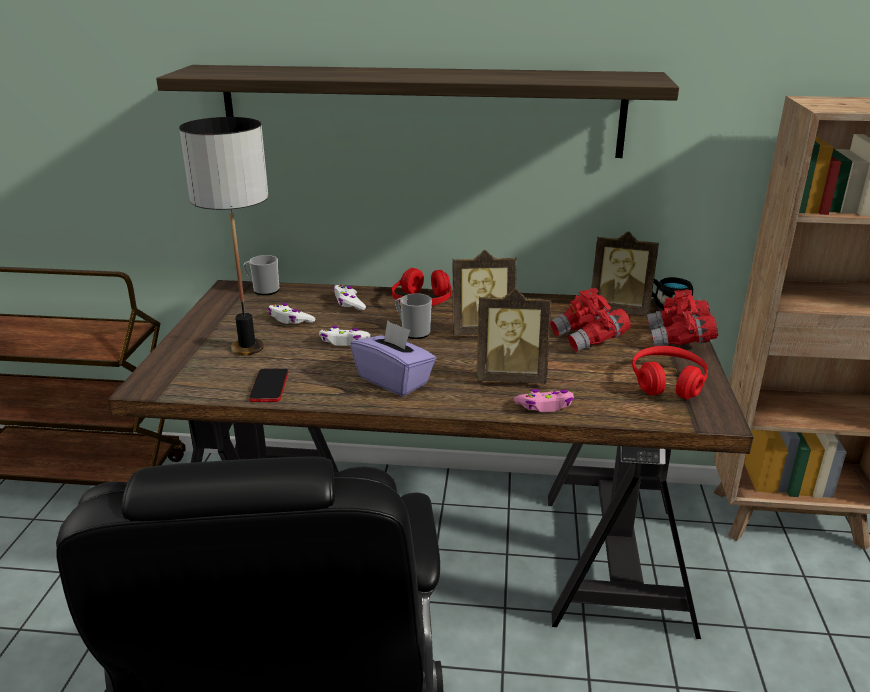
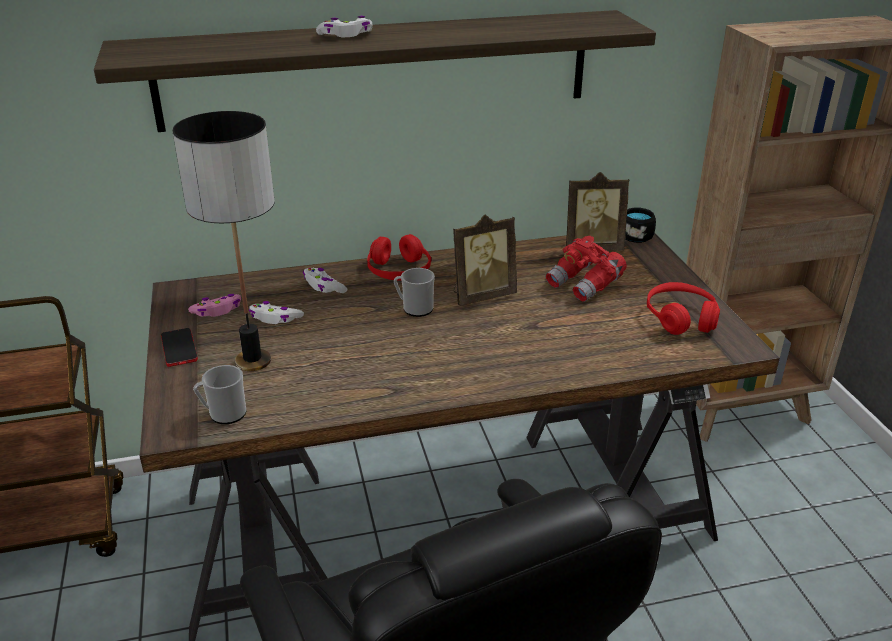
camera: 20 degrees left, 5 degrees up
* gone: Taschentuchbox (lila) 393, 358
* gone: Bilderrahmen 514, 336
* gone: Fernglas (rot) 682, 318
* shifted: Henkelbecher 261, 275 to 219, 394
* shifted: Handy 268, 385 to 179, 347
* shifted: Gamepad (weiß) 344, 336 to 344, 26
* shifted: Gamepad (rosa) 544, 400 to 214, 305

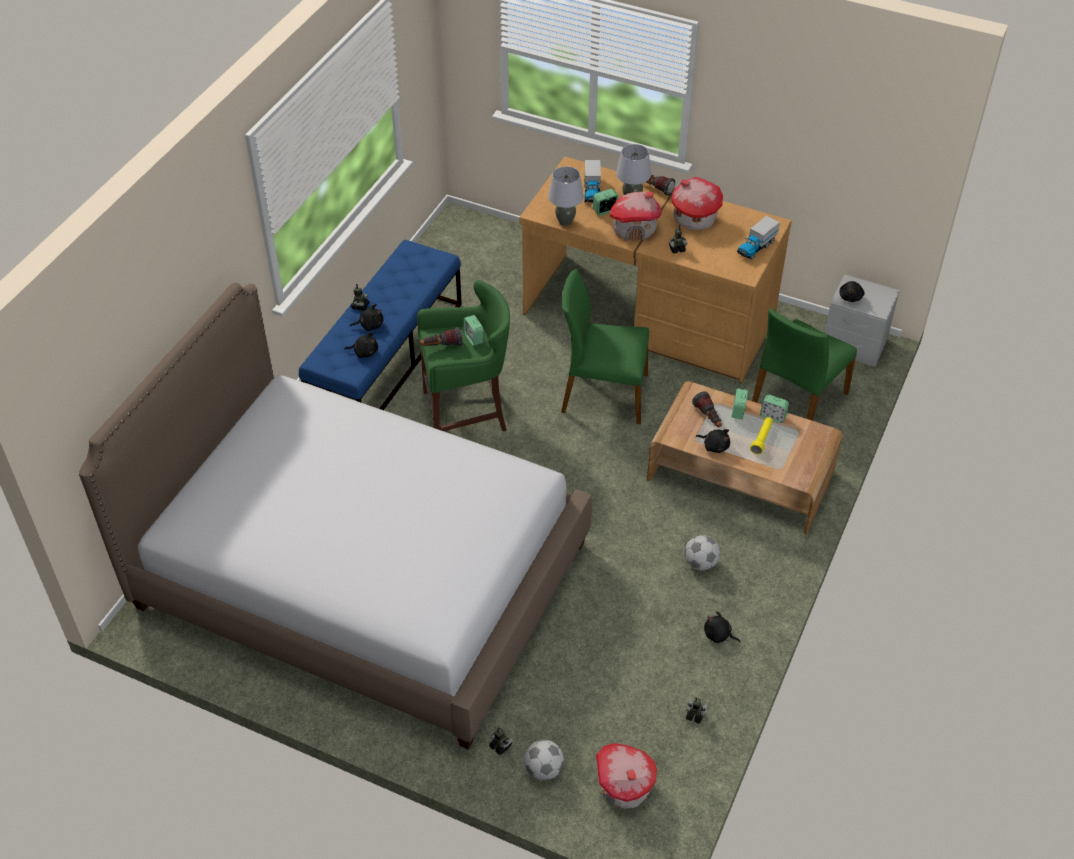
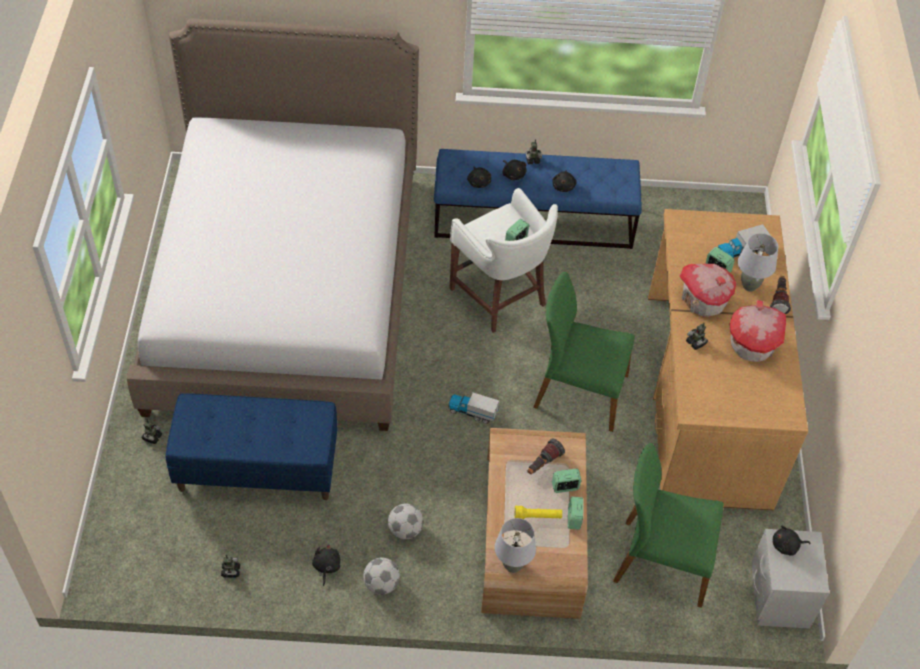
camera: 65 degrees right, 5 degrees up
* gone: Taschenlampe 441, 336
* gone: Spielzeughaus 626, 775
* new: Bank (blau) 251, 446
* shifted: Fußball 544, 760 to 381, 576
* shifted: Tischlampe (grau) 566, 196 to 515, 545
* shifted: Plüschtier (schwarz) 713, 441 to 564, 181
* shifted: Spielzeuglaster 758, 238 to 473, 408
* repainted: Hocker (grün) 463, 355 to Hocker (weiß) 503, 260
* rotated: Stuhl (grün) 605, 346 = 584, 352 60 degrees counterclockwise

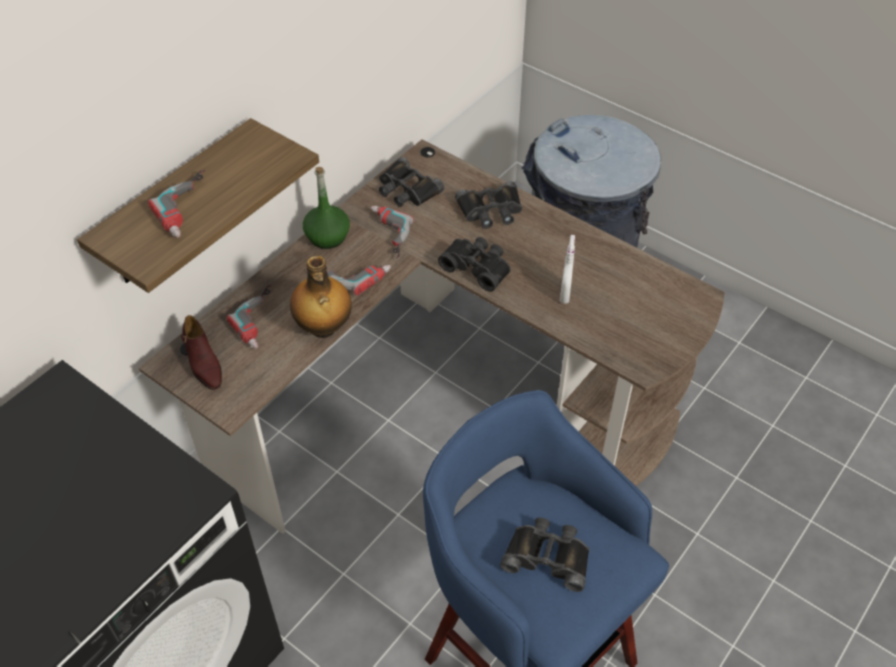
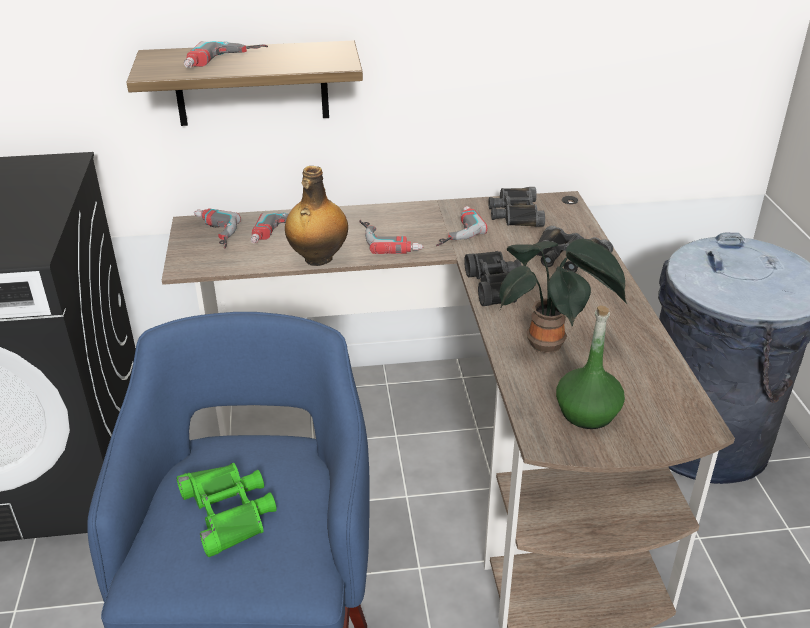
camera: 45 degrees right, 15 degrees down
* shifted: Flasche (grün) 326, 208 to 590, 367
* swapped: Schuh (braun) 201, 352 to Bohrmaschine 217, 228
* swapped: Sprühflasche (weiß) 567, 269 to Topfpflanze 563, 296
* repainted: Fernglas (schwarz) 545, 554 to Fernglas (grün) 227, 510

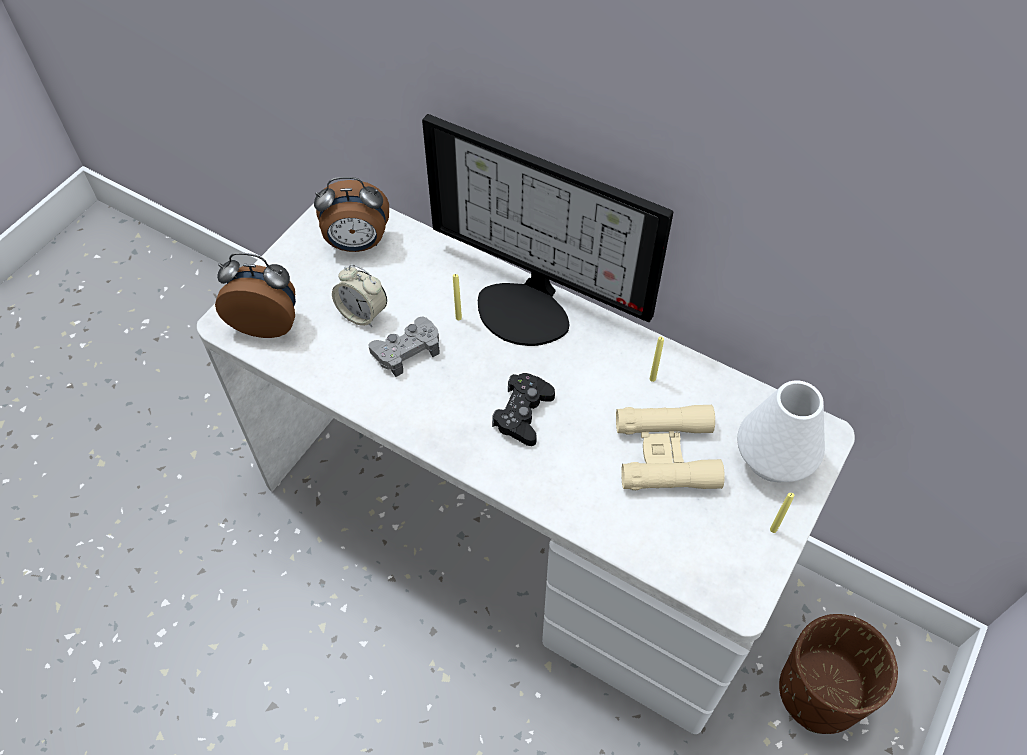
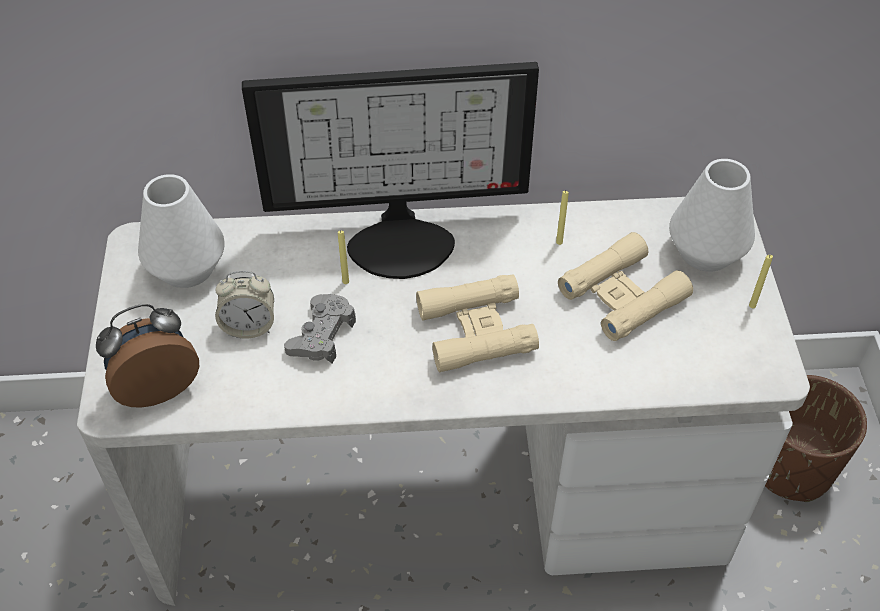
camera: 35 degrees left, 5 degrees down
* swapped: Wecker 351, 214 to Vase (weiß) 181, 231
* swapped: Gamepad (schwarz) 523, 409 to Fernglas (beige) 477, 323

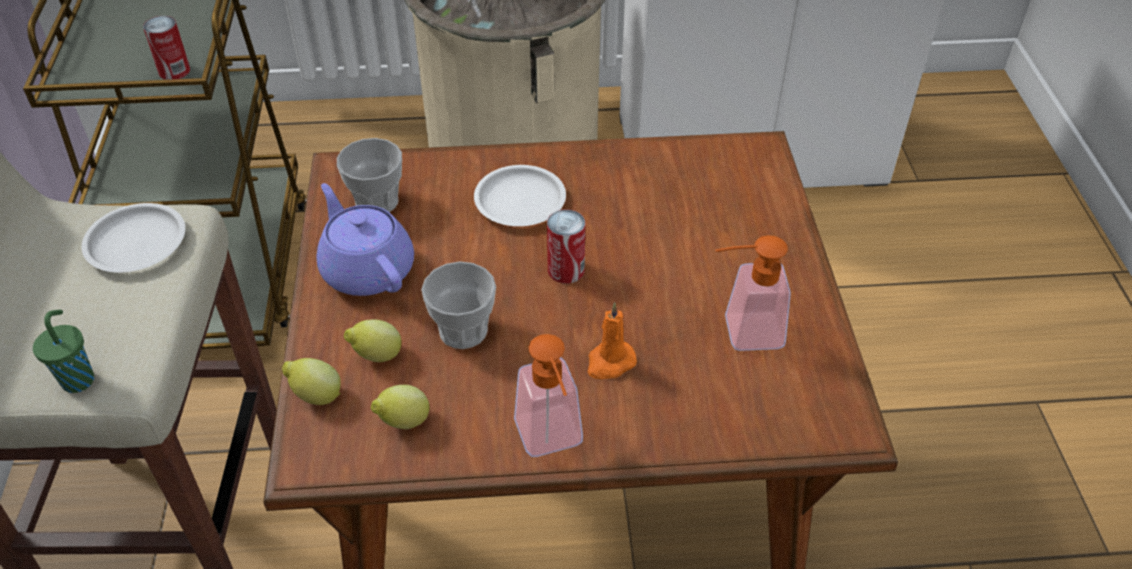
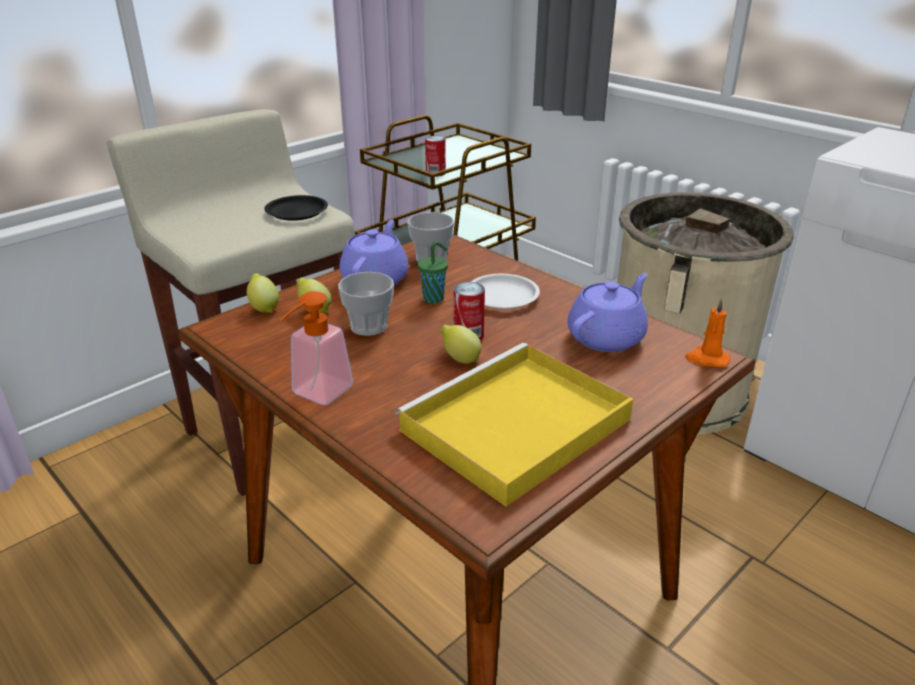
camera: 50 degrees right, 15 degrees down
* new: Teekanne (lila) 607, 312
* shifted: Tasse (grün) 63, 351 to 433, 272
* shifted: Zitrone 400, 407 to 460, 344
* shifted: Kerze (orange) 612, 340 to 707, 332
* swapped: Seifenspender 753, 293 to Tablett (gelb) 515, 424
* repainted: Teller (weiß) 133, 237 to Teller (schwarz) 296, 208

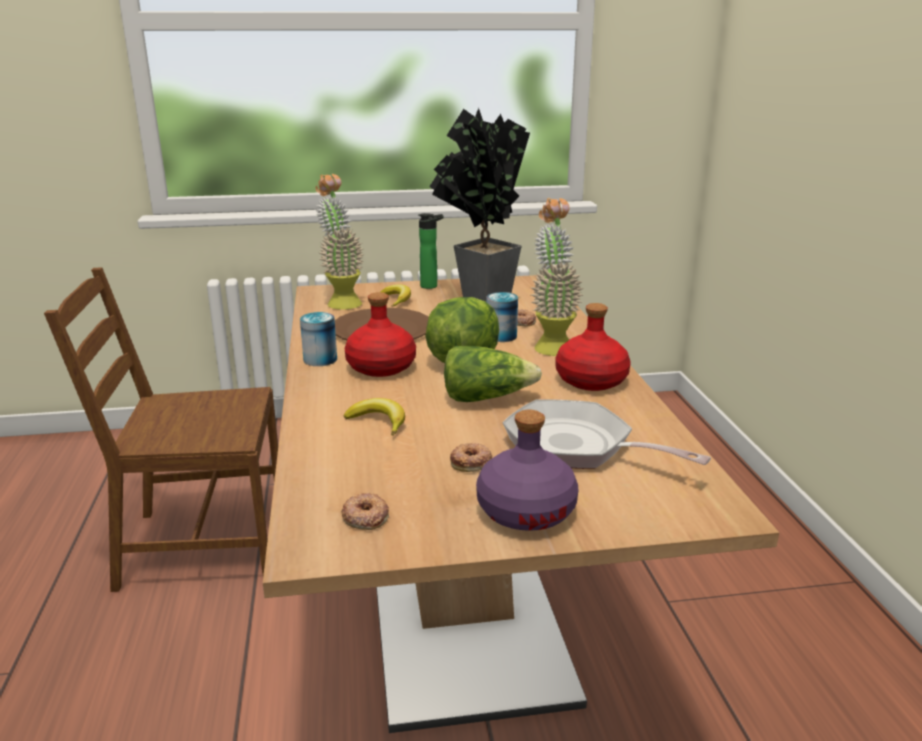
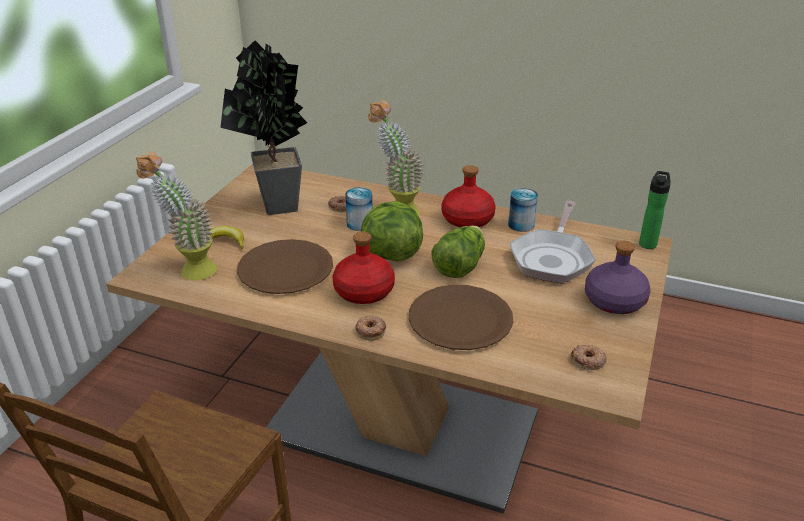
camera: 60 degrees left, 10 degrees up
* shifted: Dose 318, 339 to 523, 210
* shifted: Flasche 431, 251 to 655, 210
* shifted: Donut 471, 457 to 370, 328
* swapped: Banane 374, 417 to Teller (braun) 461, 317
* rotated: Pfanne 607, 434 = 552, 242 45 degrees counterclockwise

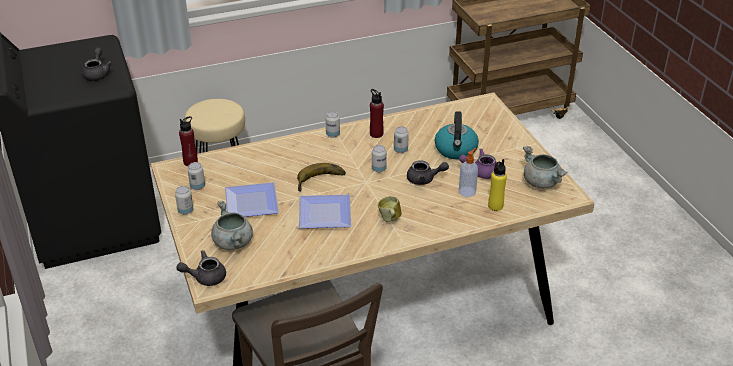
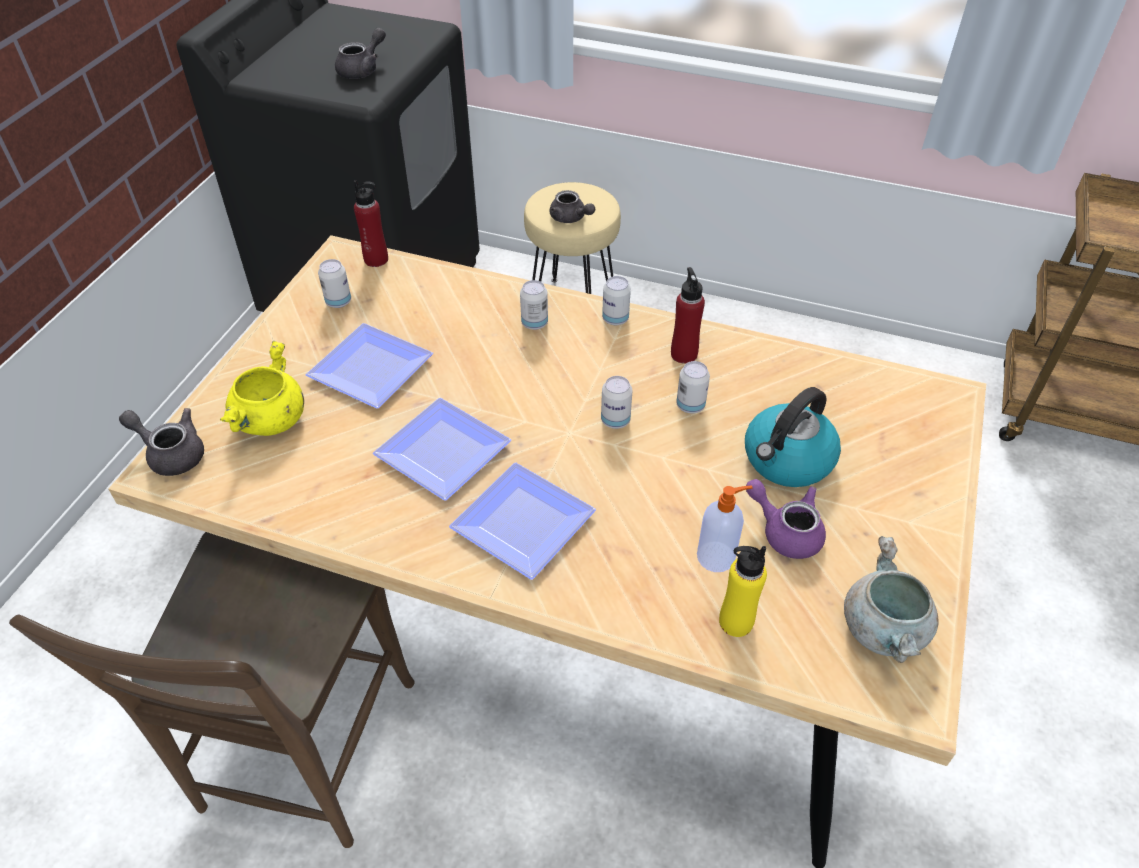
camera: 40 degrees right, 10 degrees up
* gone: Banane 321, 177
* shifted: Dose 184, 200 to 534, 305
* shifted: Teekanne (grau) 428, 172 to 572, 206
* swapped: Henkelbecher 390, 209 to Teller 522, 521
* repainted: Kochtopf (grau) 232, 225 to Kochtopf (gelb) 262, 388

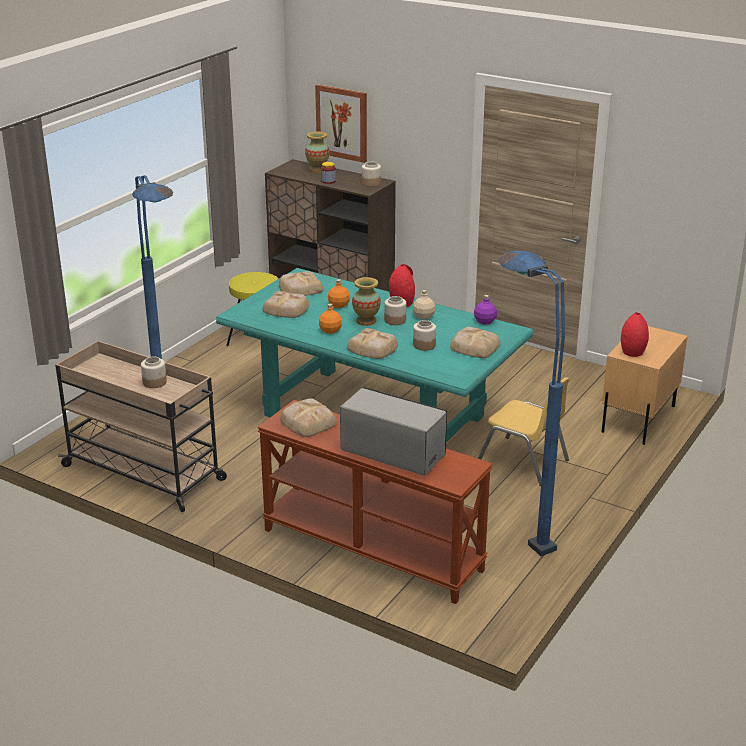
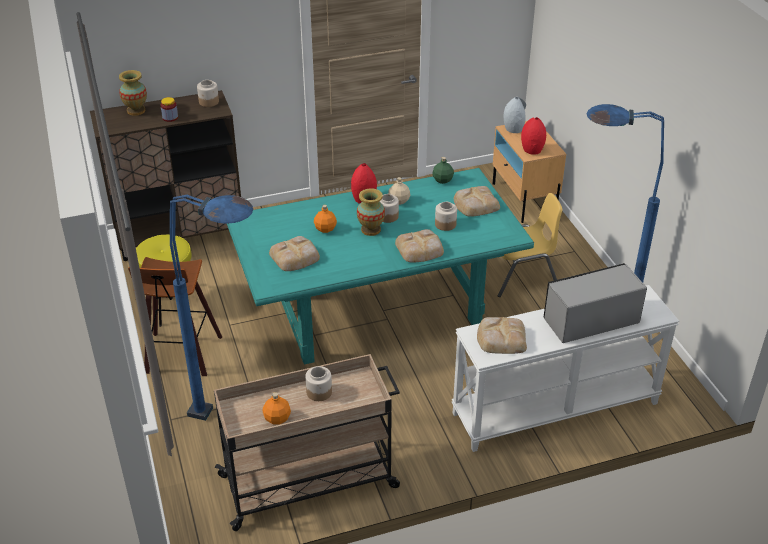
camera: 50 degrees left, 10 degrees up
* gone: Brot 301, 283
* gone: Bild 341, 123
* new: Hocker 175, 316
* new: Vase (grau) 514, 115
* shifted: Flasche (orange) 330, 319 to 277, 408
* repainted: Konsolentisch (braun) 375, 502 to Konsolentisch (weiß) 565, 368
* repainted: Flasche (lila) 485, 310 to Flasche (grün) 443, 170

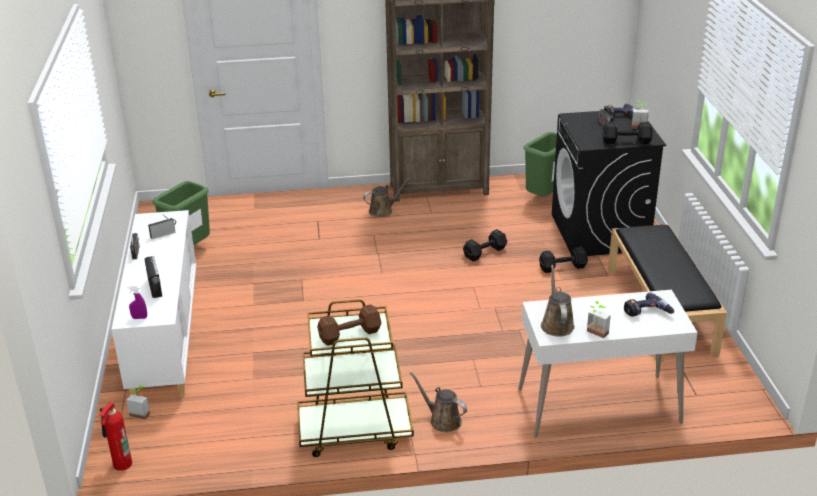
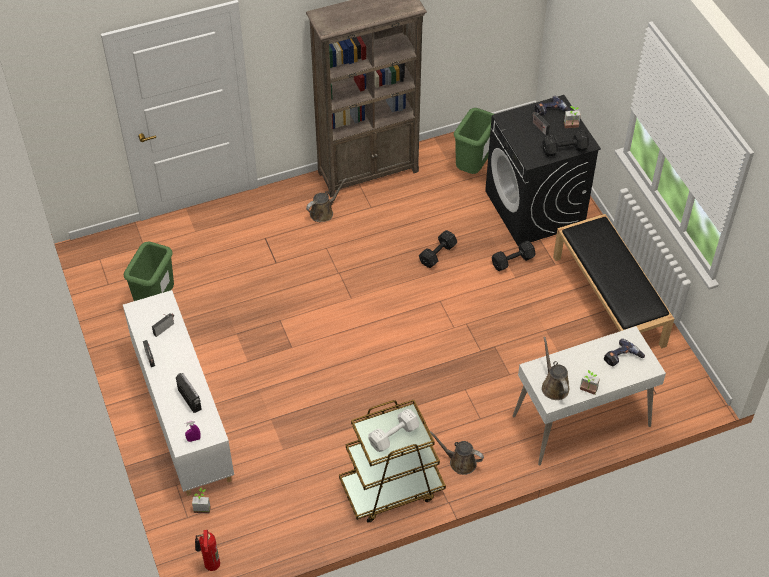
camera: 15 degrees left, 20 degrees up
* repainted: Hantel (braun) 349, 325 to Hantel (weiß) 393, 430

